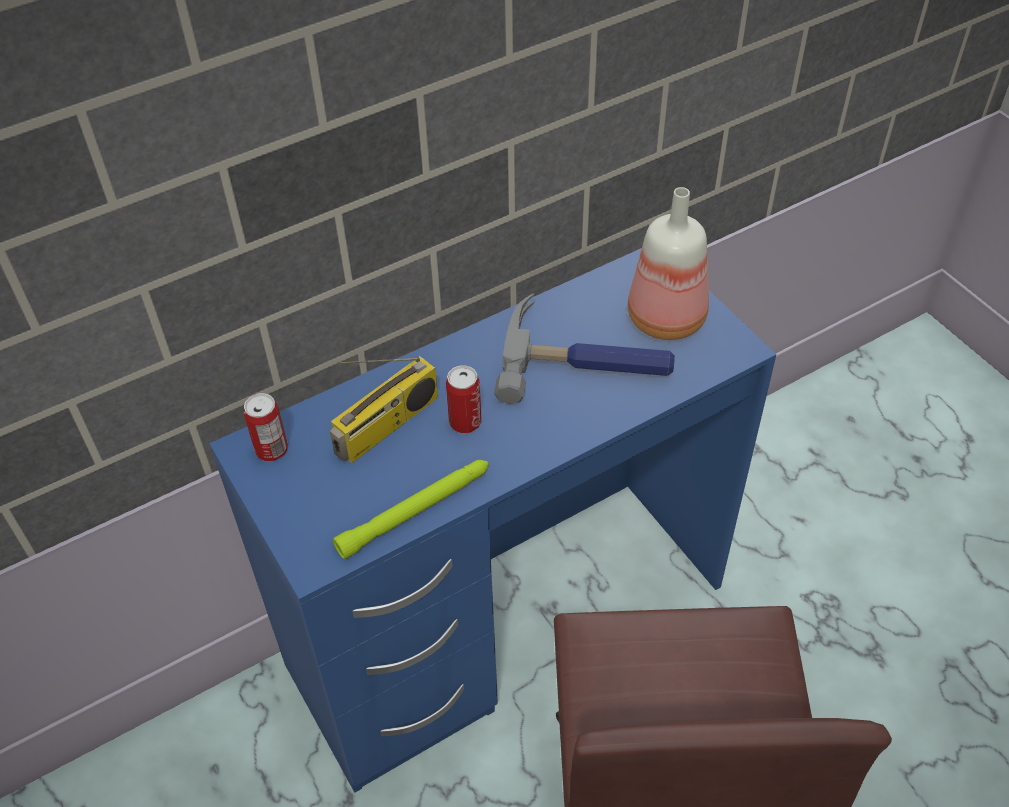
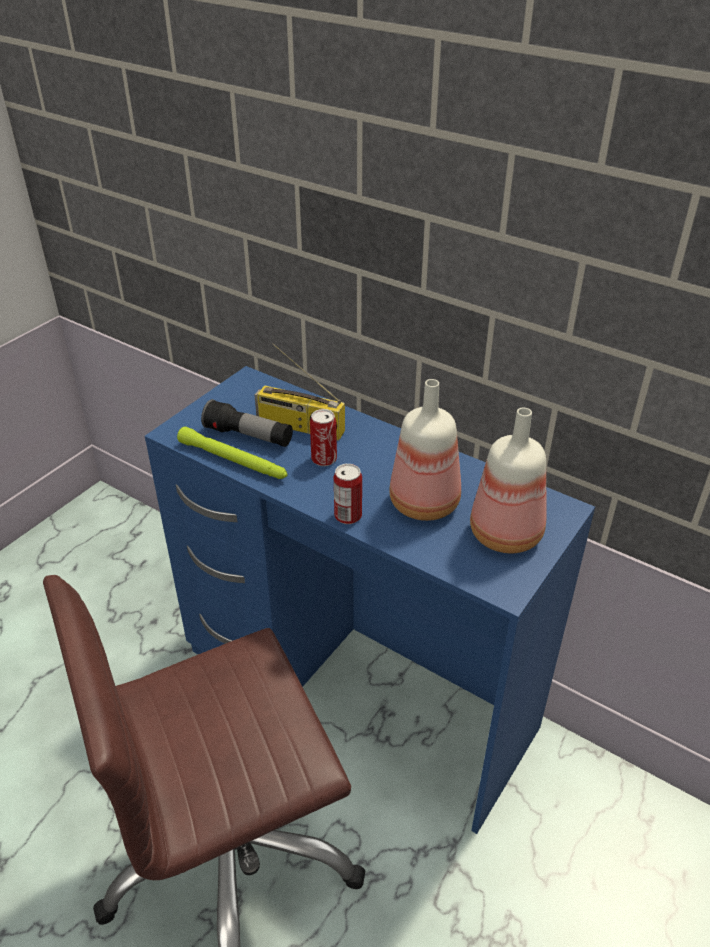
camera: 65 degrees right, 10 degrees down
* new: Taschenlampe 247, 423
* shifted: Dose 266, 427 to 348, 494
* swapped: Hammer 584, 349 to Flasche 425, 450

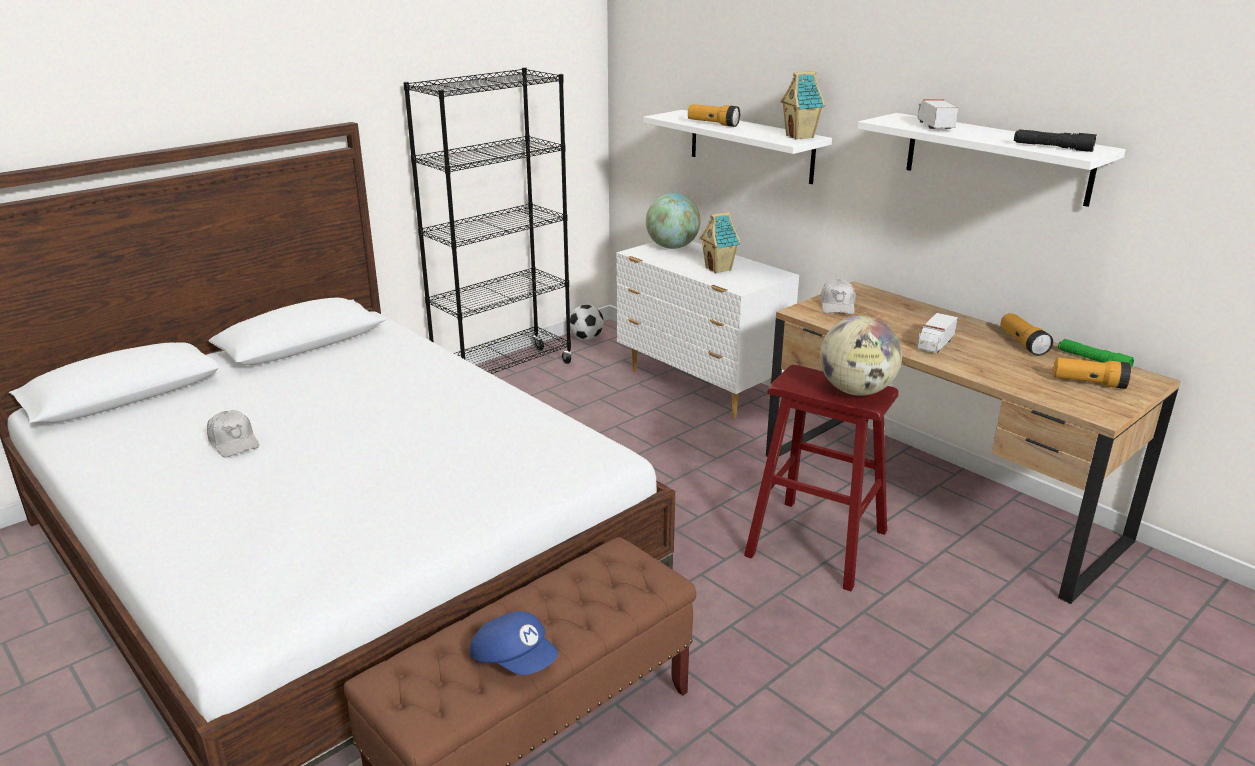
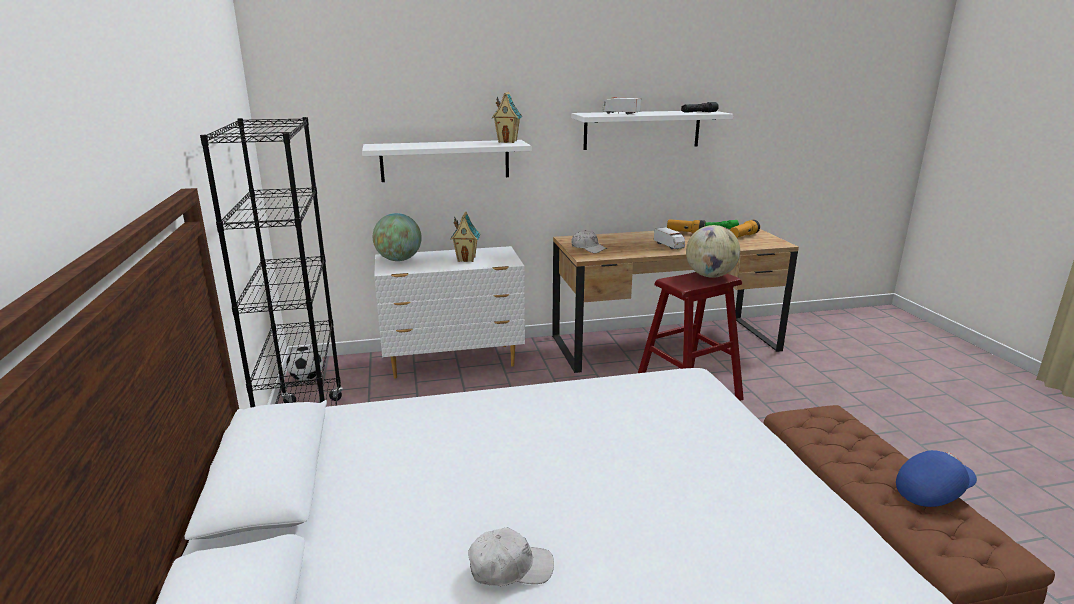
camera: 60 degrees left, 5 degrees down
* gone: Taschenlampe 714, 115

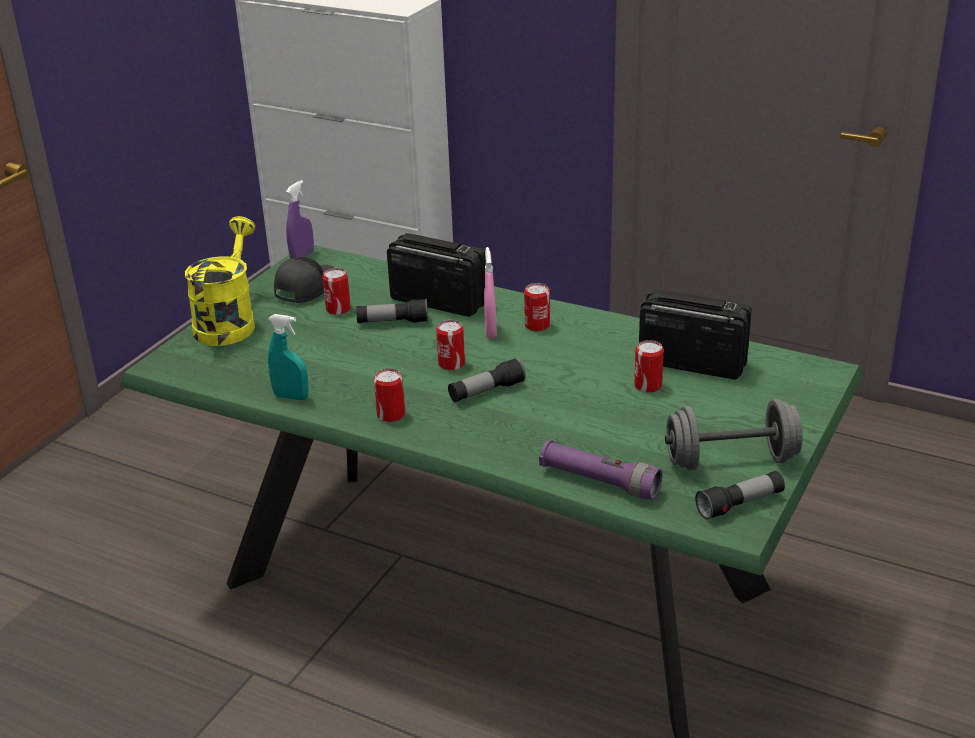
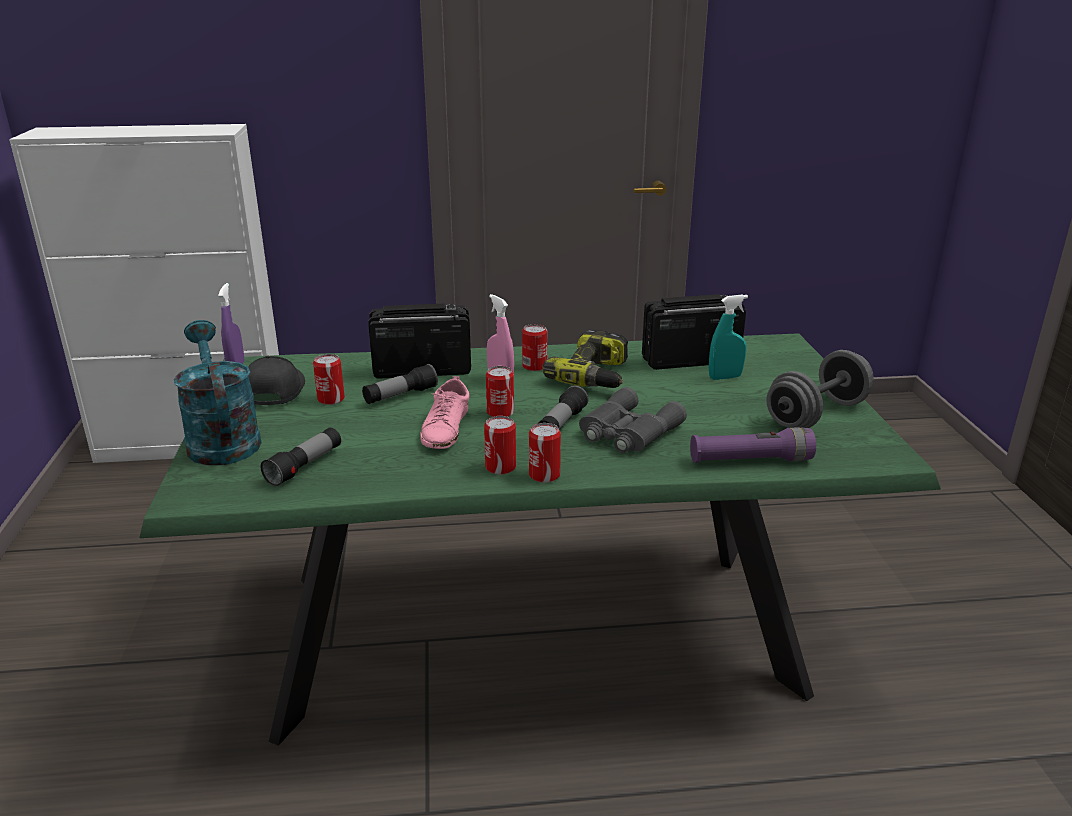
camera: 35 degrees left, 5 degrees down
* new: Schuh (rosa) 444, 412
* new: Bohrmaschine 585, 359
* new: Fernglas (grau) 633, 420
* shifted: Sprühflasche (türkis) 288, 357 to 728, 337
* shifted: Dose 649, 366 to 545, 453
* shifted: Taschenlampe 740, 495 to 301, 457
* repainted: Gießkanne (gelb) 220, 281 to Gießkanne (türkis) 218, 392

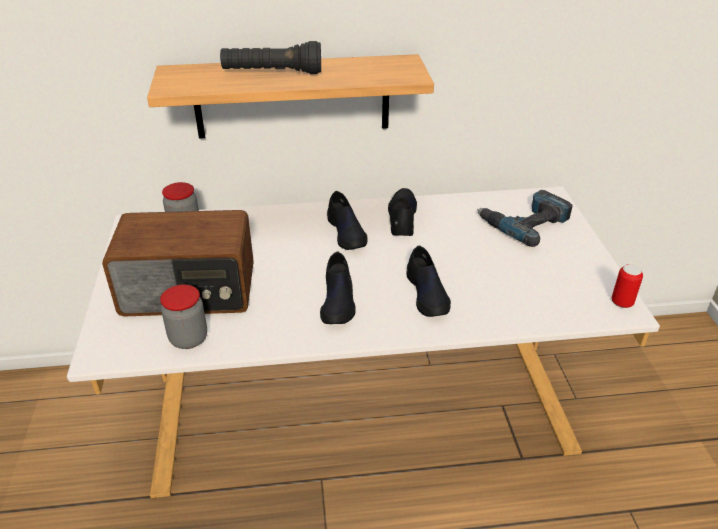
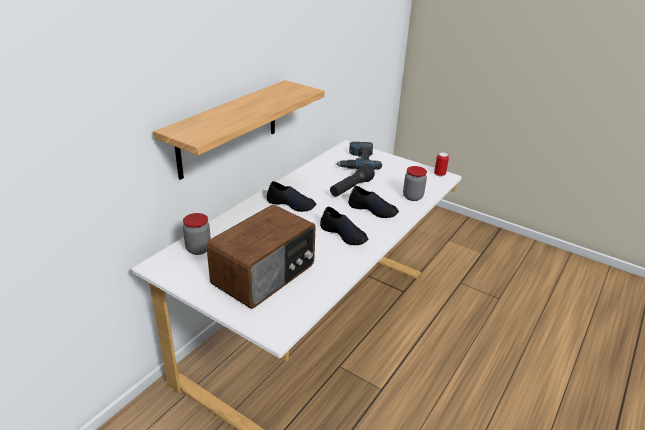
camera: 50 degrees left, 5 degrees down
* gone: Schuh (schwarz) 402, 212
* shifted: Vorratsglas 183, 316 to 415, 183
* shifted: Taschenlampe (schwarz) 270, 57 to 352, 180

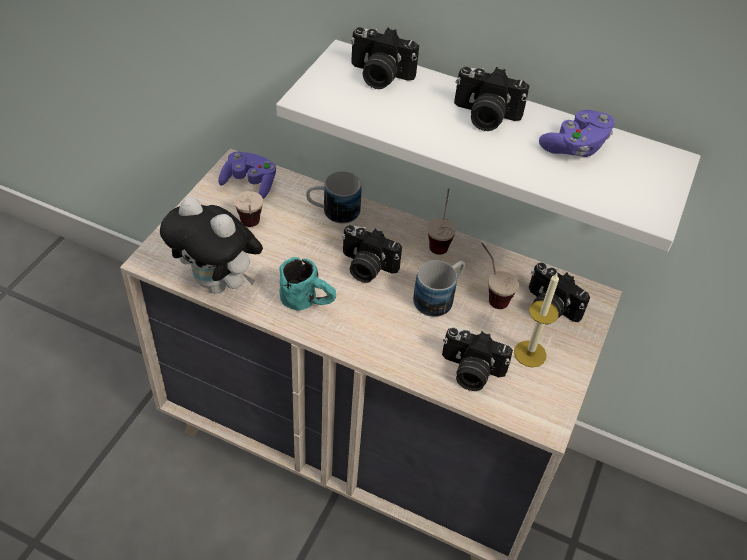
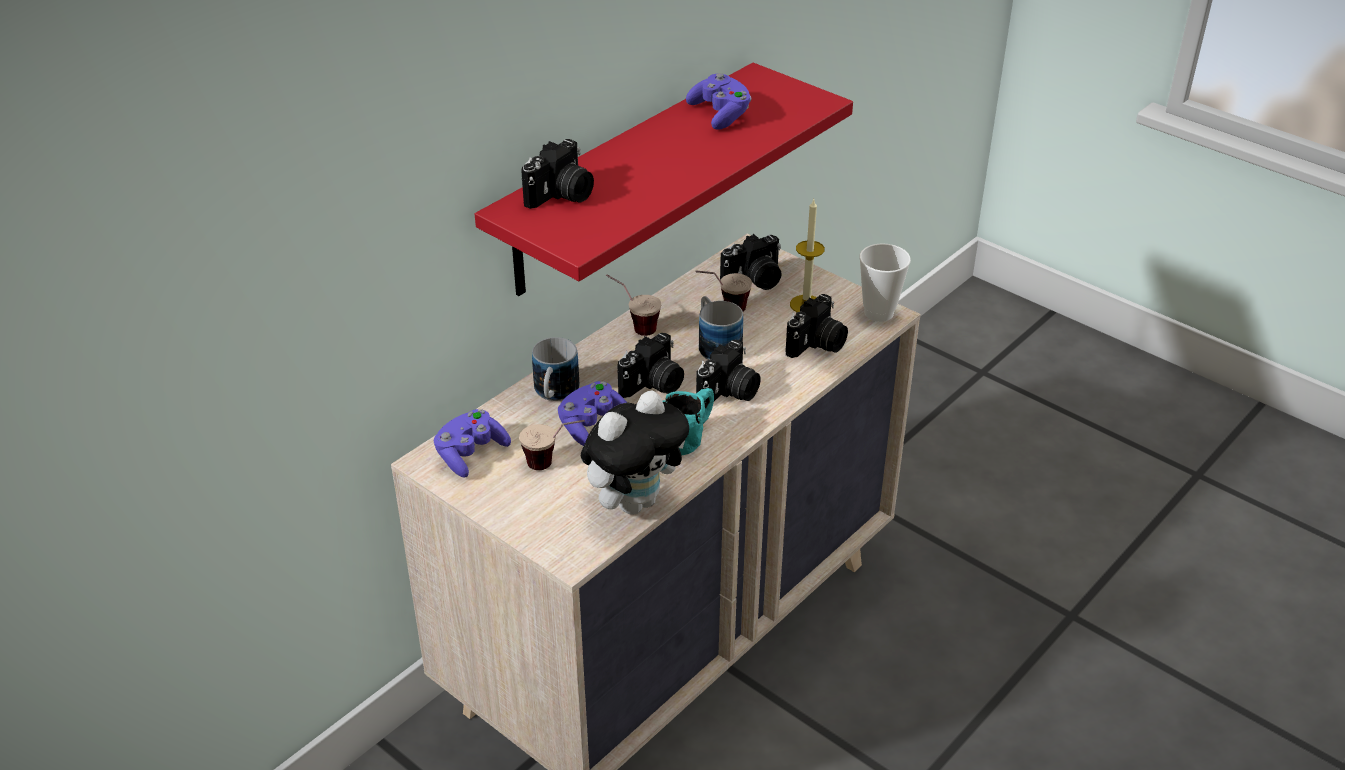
camera: 70 degrees left, 10 degrees down
* new: Gamepad (lila) 592, 413
* new: Tasse 885, 282
* shifted: Kamera 491, 99 to 728, 371
* repainted: Wandregal (weiß) 488, 146 to Wandregal (rot) 664, 179

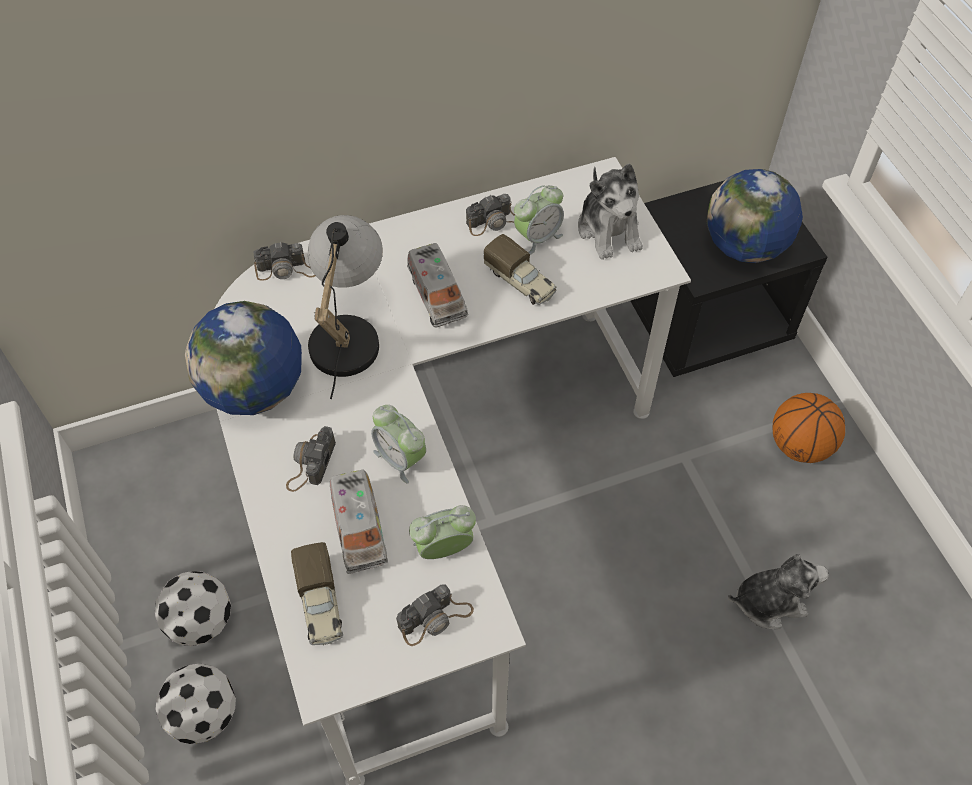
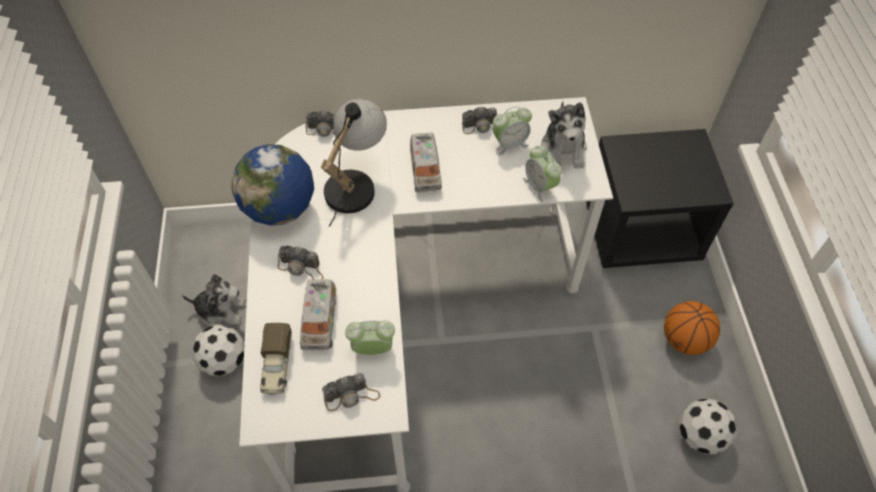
camera: 15 degrees right, 0 degrees up
* gone: Spielzeuglaster 520, 269
* gone: Globus 755, 216
* shifted: Fußball 196, 704 to 708, 426
* shifted: Wecker 398, 444 to 542, 174
* shifted: Plüschtier 778, 591 to 214, 300
* rotated: Kamera 311, 459 = 300, 263 105 degrees counterclockwise

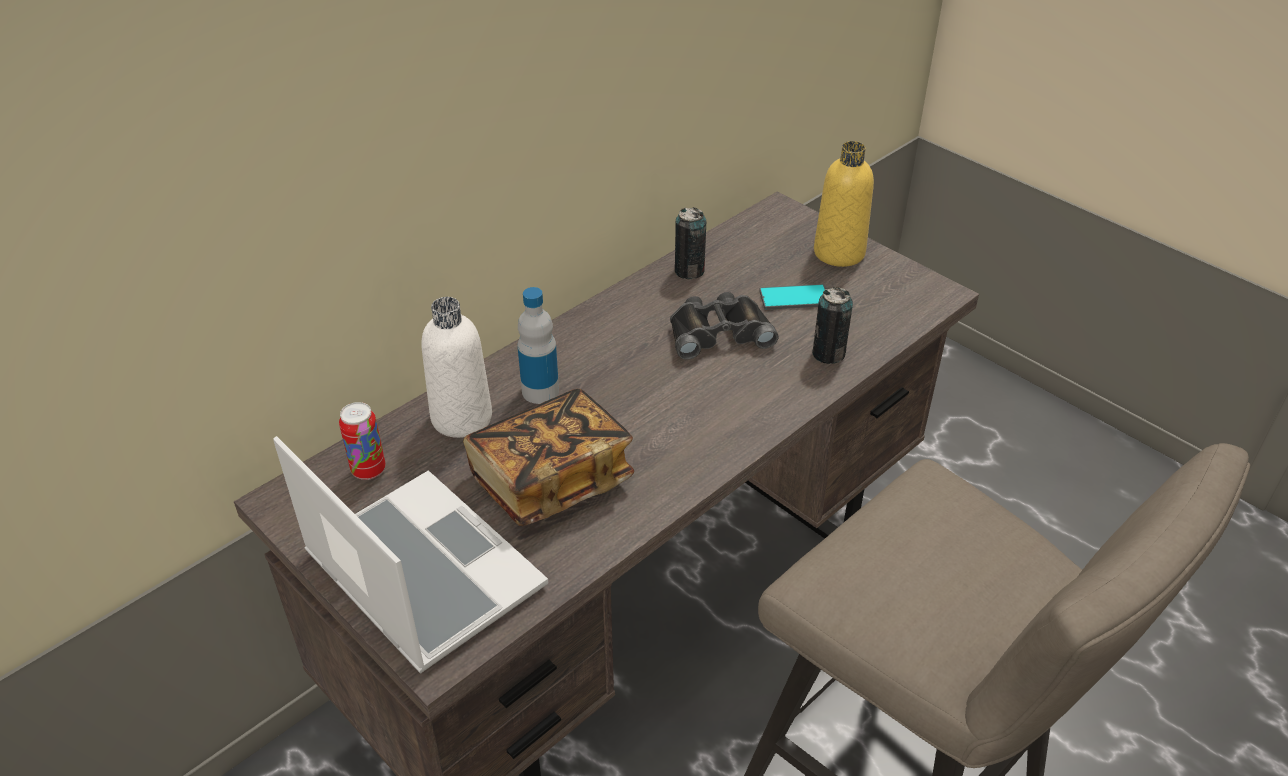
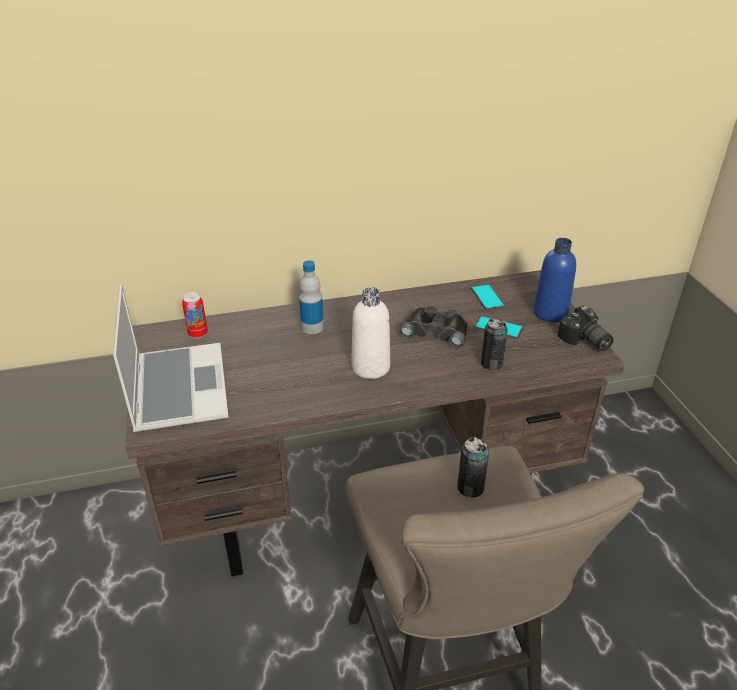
camera: 30 degrees right, 5 degrees down
* gone: Buch 548, 457
* new: Handy 488, 297
* new: Kamera 585, 328
* shifted: Flasche (weiß) 456, 367 to 370, 333
* shifted: Dose 690, 243 to 473, 467
* repainted: Flasche (gelb) 844, 204 to Flasche (blau) 554, 280

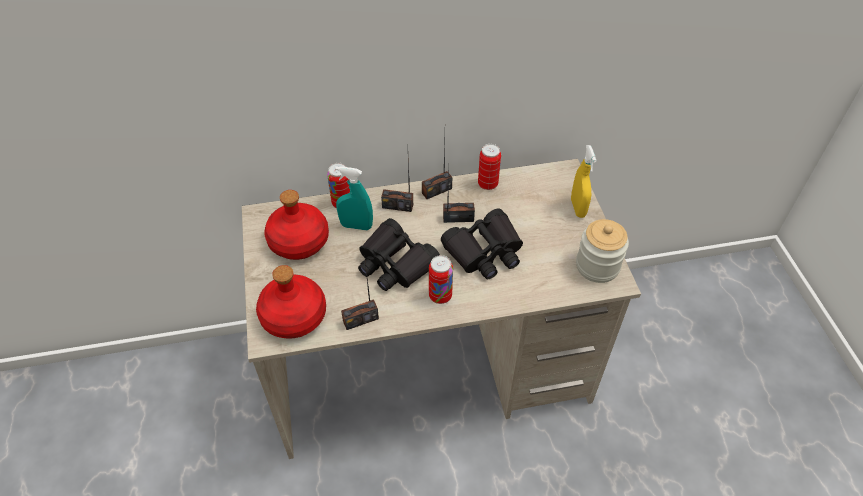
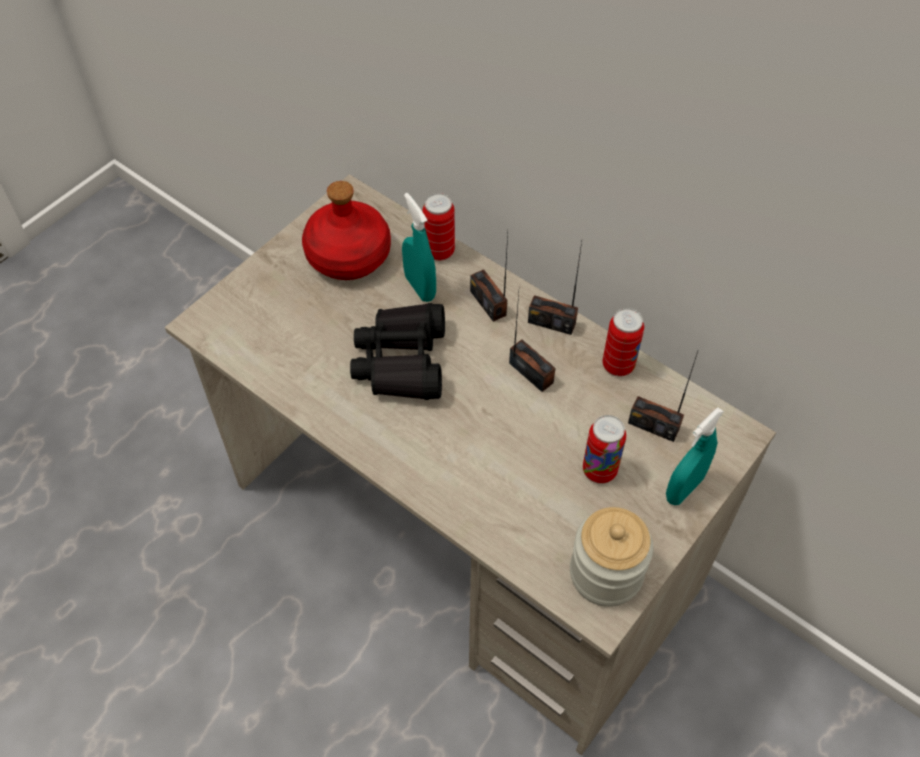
camera: 50 degrees right, 5 degrees up
* gone: Flasche (rot) 291, 302
* gone: Fernglas (schwarz) 482, 244
* shifted: Radio 360, 292 to 663, 396
* shifted: Dose 441, 279 to 604, 449
* repainted: Sprühflasche (gelb) 584, 181 to Sprühflasche (türkis) 695, 456

